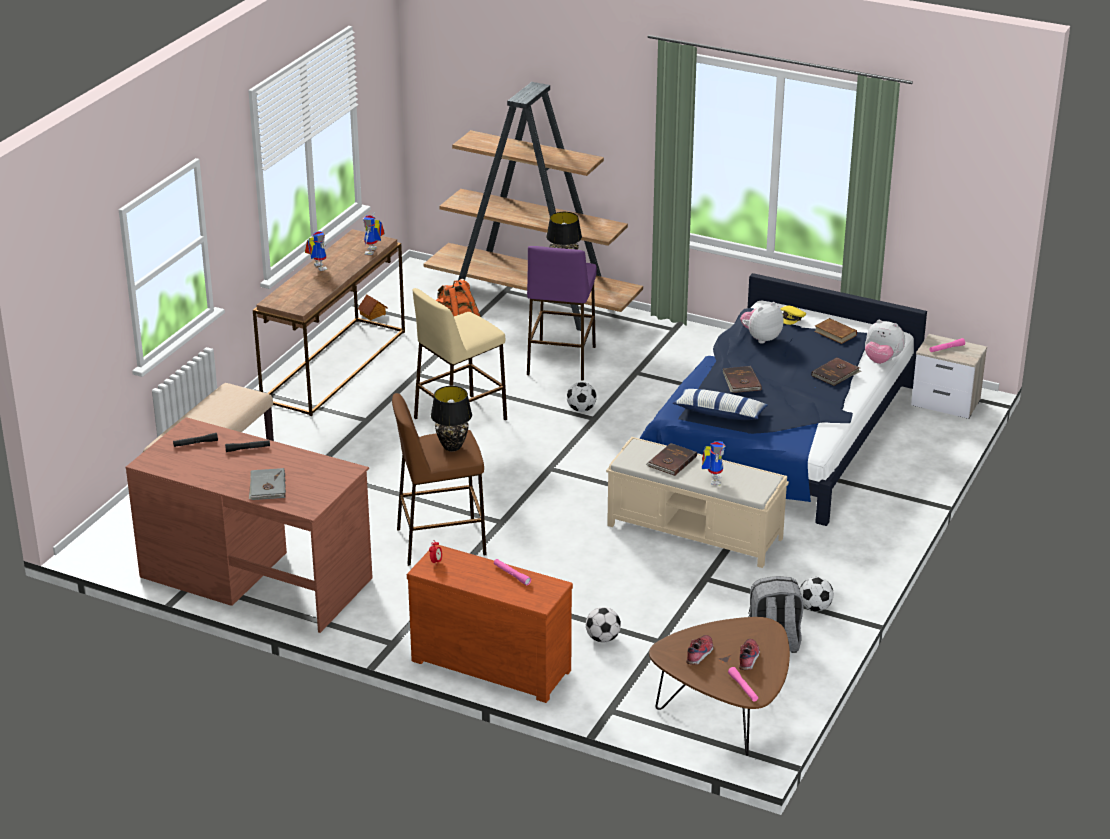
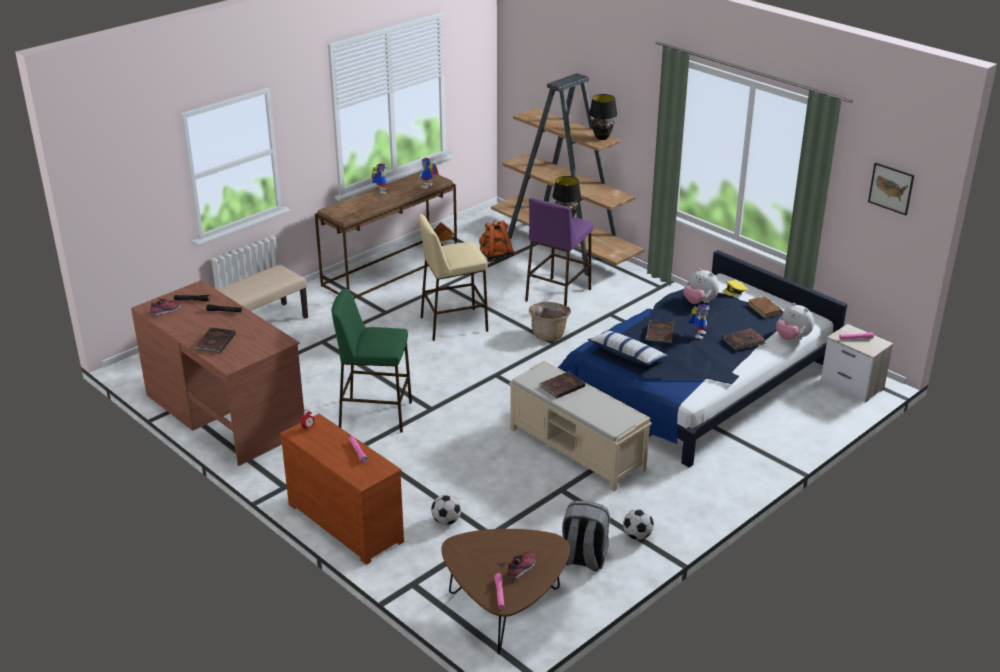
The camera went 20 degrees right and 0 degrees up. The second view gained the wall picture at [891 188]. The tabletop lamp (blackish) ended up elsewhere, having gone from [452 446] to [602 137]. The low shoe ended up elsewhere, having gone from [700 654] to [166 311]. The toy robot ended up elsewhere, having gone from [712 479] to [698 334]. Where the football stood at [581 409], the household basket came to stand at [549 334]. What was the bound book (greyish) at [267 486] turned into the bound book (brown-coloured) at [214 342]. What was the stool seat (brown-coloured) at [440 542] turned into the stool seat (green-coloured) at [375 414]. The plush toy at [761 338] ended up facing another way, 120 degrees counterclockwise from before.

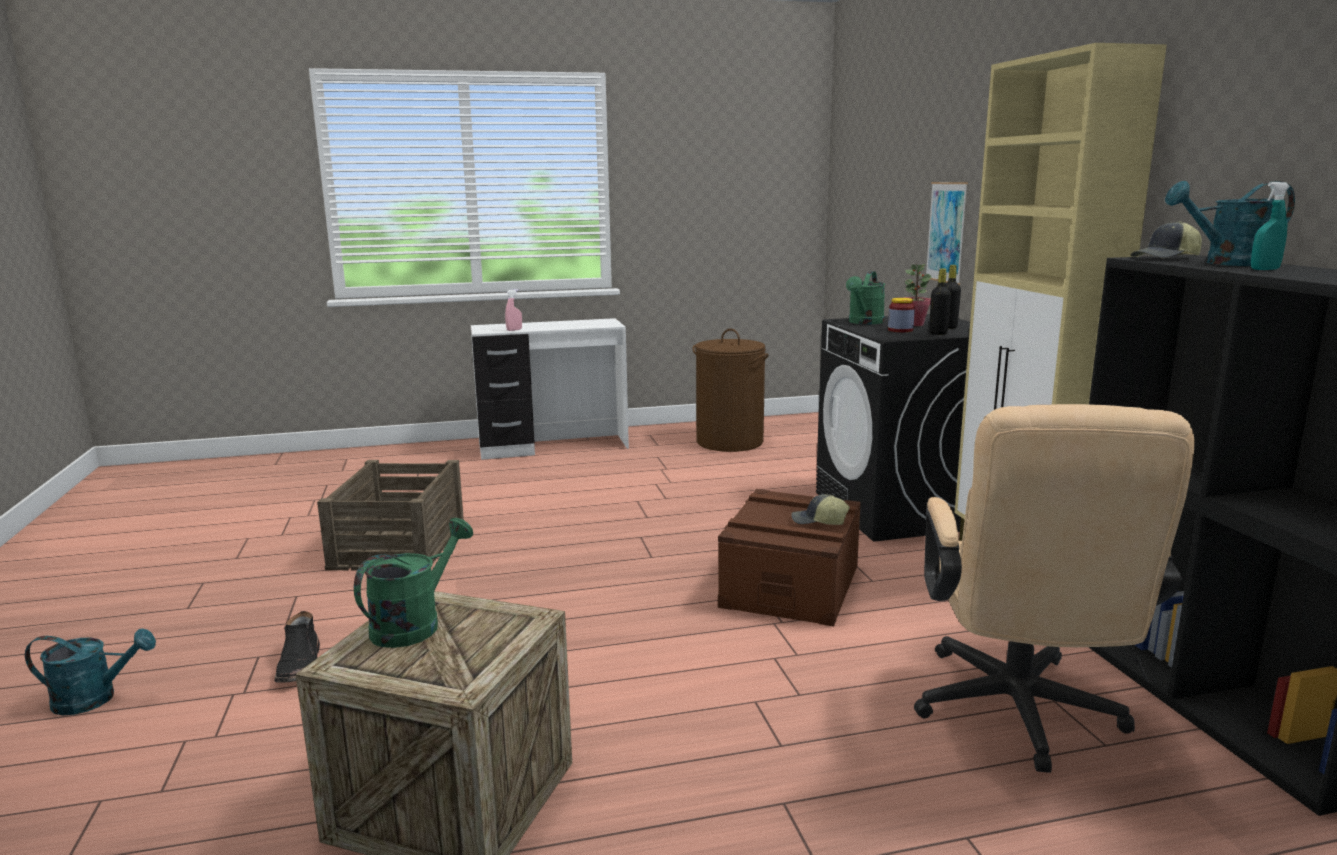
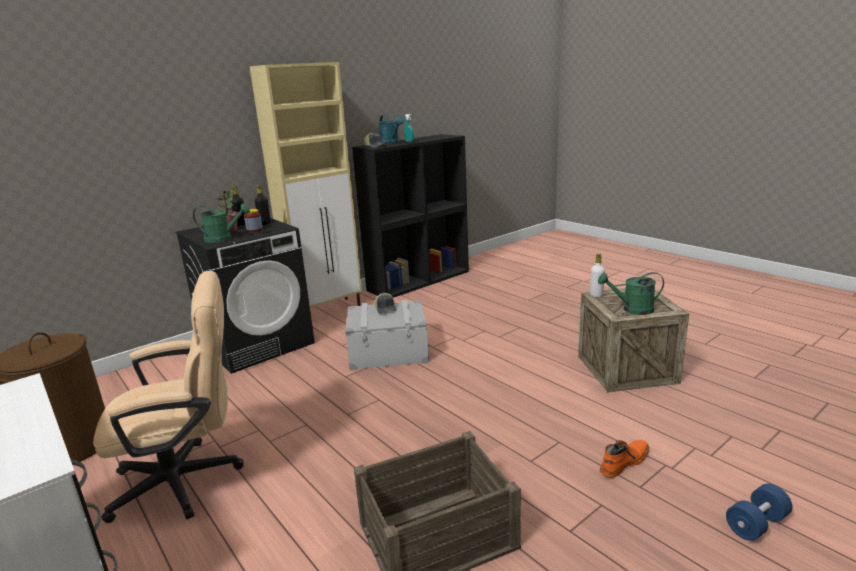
The camera went 115 degrees left and 5 degrees up. The second view lost the hand sprayer (pink-coloured) at [514 330]. The second view lost the wall picture at [946 232]. The second view gained the bottle (white) at [596 295]. The computer chair (sand-coloured) ended up elsewhere, having gone from [1019 717] to [189 479]. Where the sprinkling can (blue-green) stood at [95 699], the dumbbell (bluish) came to stand at [756 524]. What was the boot (blackish) at [300 665] turned into the boot (orange-coloured) at [623 462]. What was the storage container (brown-coloured) at [791 586] turned into the storage container (greyish) at [388 351].

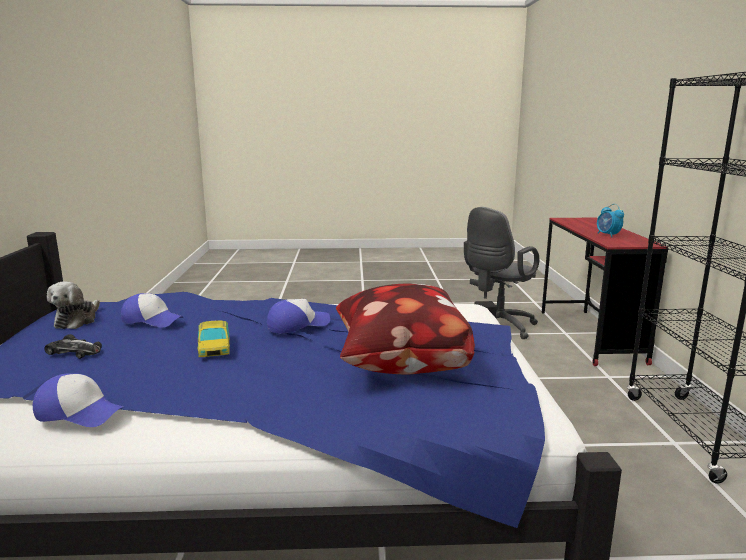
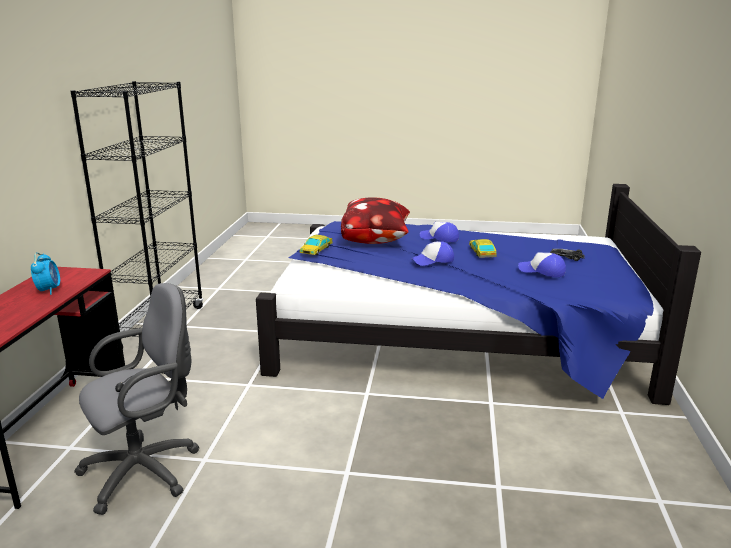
The camera went 170 degrees left and 5 degrees up. The second view lost the plush toy at [77 320]. The second view gained the toy car at [316 249]. The cap ended up elsewhere, having gone from [79 412] to [439 238].

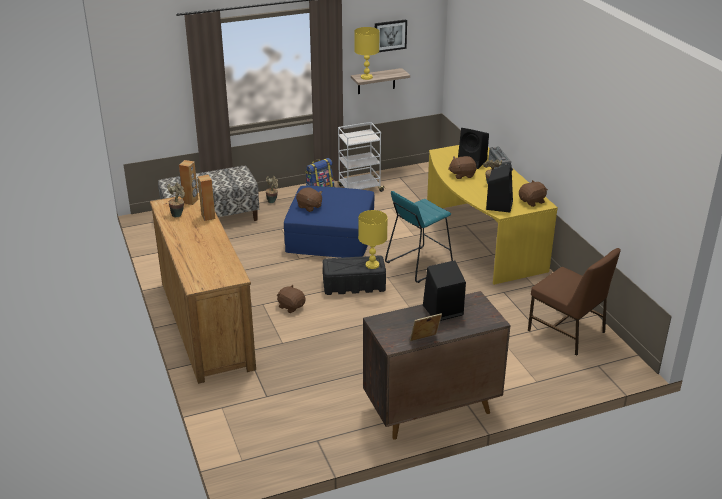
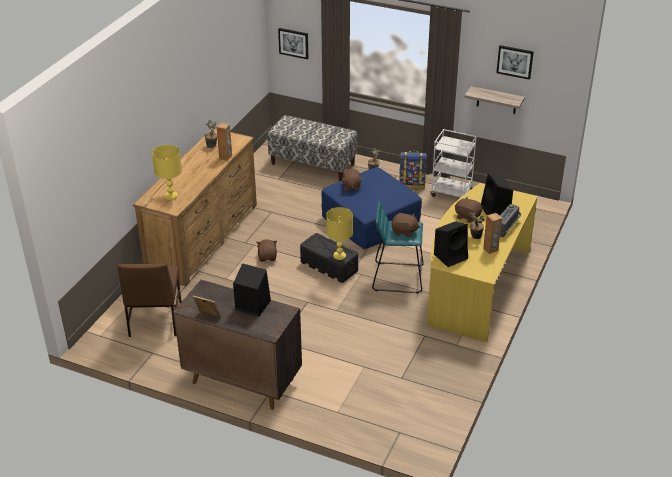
The camera went 45 degrees right and 5 degrees up. The second view gained the wall picture at [293 43]. The speaker (brown-coloured) ended up elsewhere, having gone from [191 201] to [490 249]. The tabletop lamp (yellow) ended up elsewhere, having gone from [366 77] to [171 196]. The plush toy (brown-coloured) ended up elsewhere, having gone from [532 201] to [404 231]. The plain chair (brown-coloured) ended up elsewhere, having gone from [567 332] to [154 320].

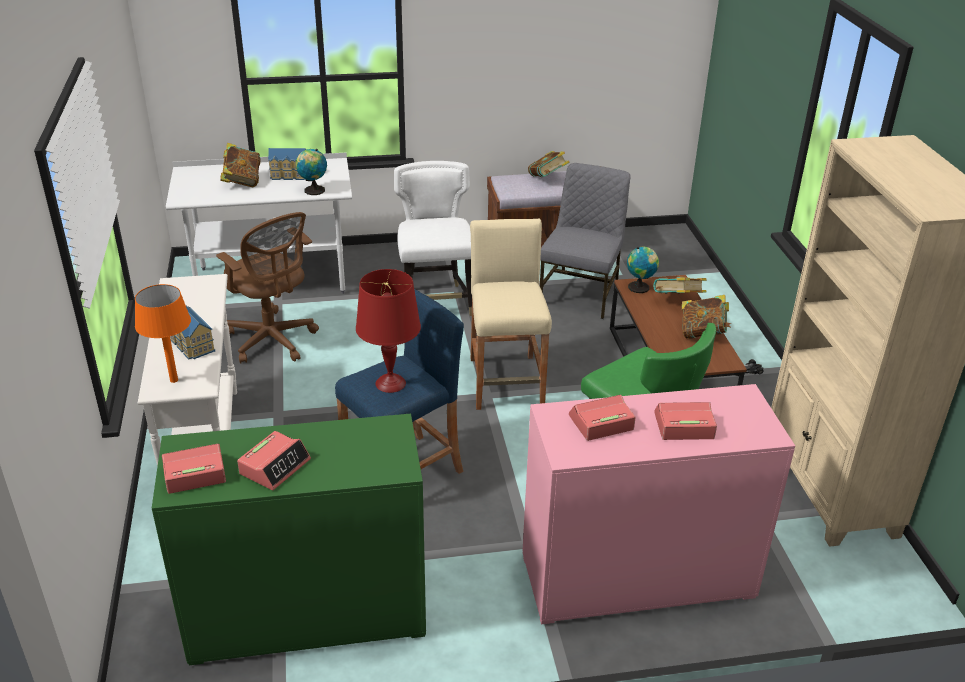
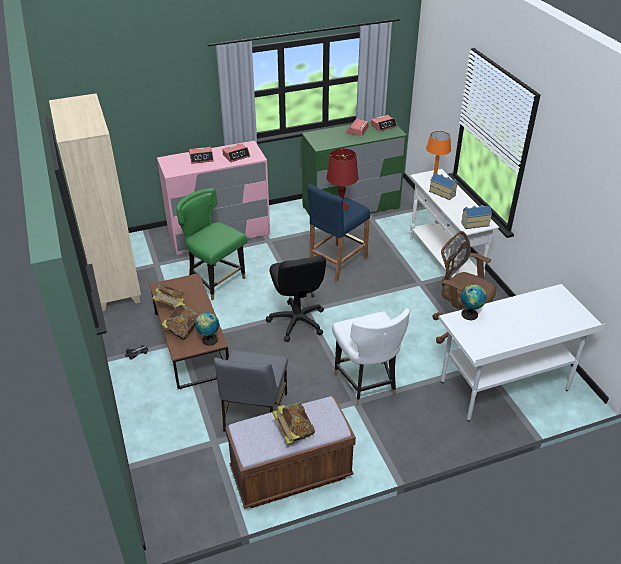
The camera went 170 degrees right and 5 degrees up. The second view lost the bound book at [242 181]. The toy house ended up elsewhere, having gone from [289 175] to [474 223]. Where the stool seat (sand-coloured) stood at [506 382], the computer chair (blackish) came to stand at [297 322].

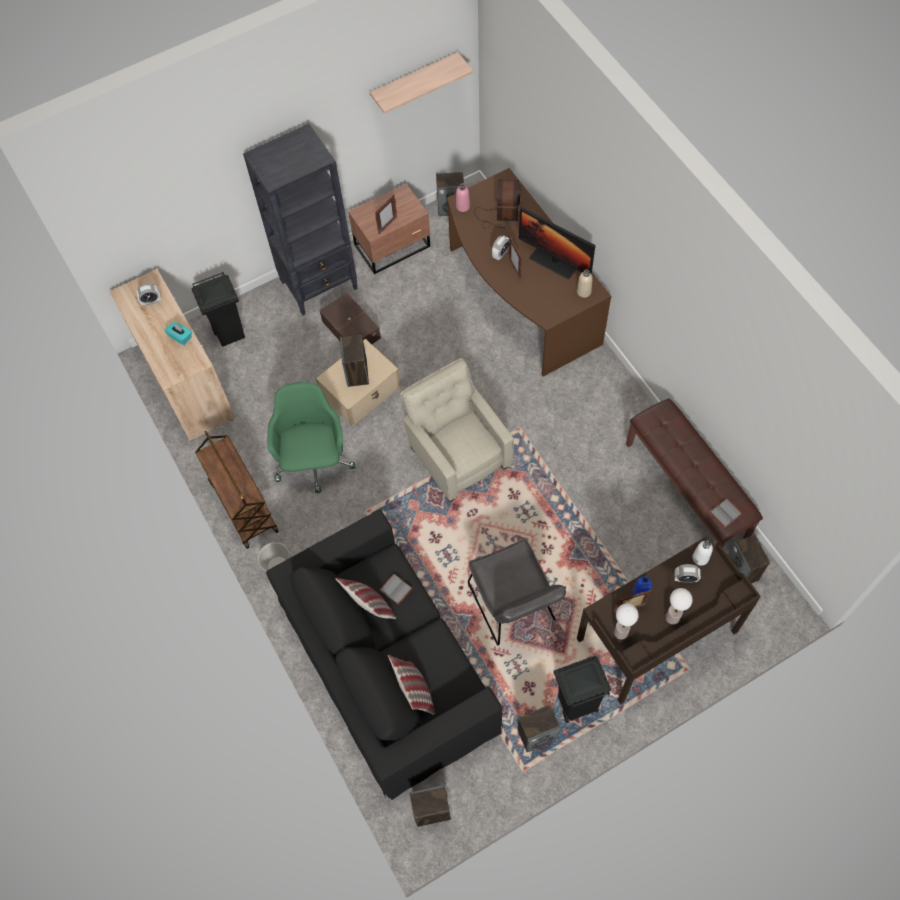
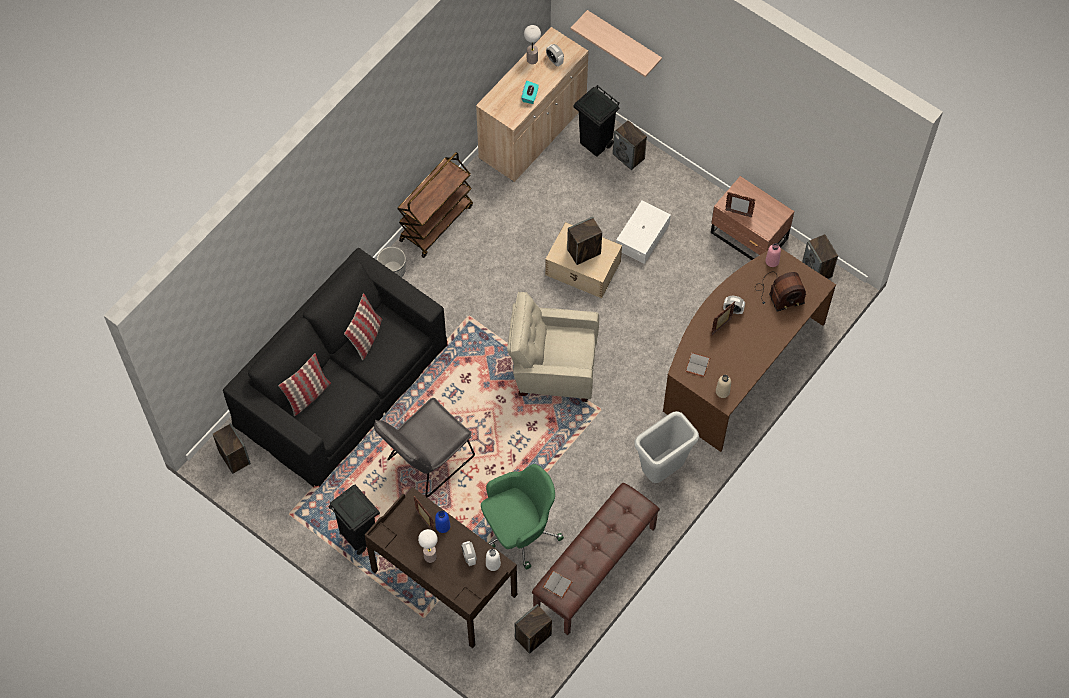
The camera went 65 degrees right and 0 degrees up. The second view lost the bookshelf (blackish) at [320 285]. The second view lost the computer display at [554 261]. The second view gained the trash can (greyish) at [662 470]. The computer chair (green-coloured) ended up elsewhere, having gone from [314 461] to [519 531]. The wall shelf ended up elsewhere, having gone from [414 82] to [624 41]. The bound book (greyish) ended up elsewhere, having gone from [396 589] to [698 365]. The speaker ended up elsewhere, having gone from [537 734] to [629 156]. The tabletop lamp ended up elsewhere, having gone from [621 632] to [532 59]. What was the storage container (brown-coloured) at [351 329] turned into the storage container (white) at [643 237]. The armchair (sand-coloured) at [458 454] ended up facing another way, 120 degrees counterclockwise from before.

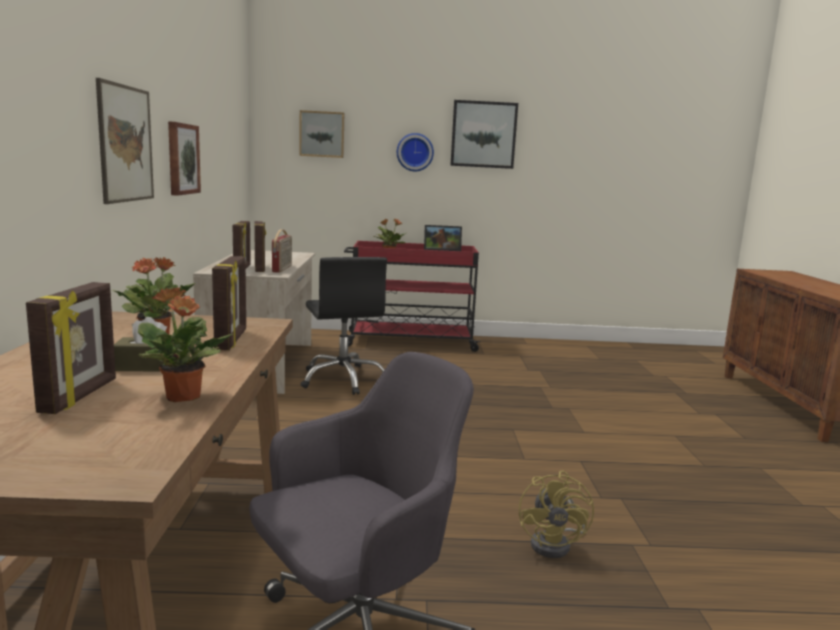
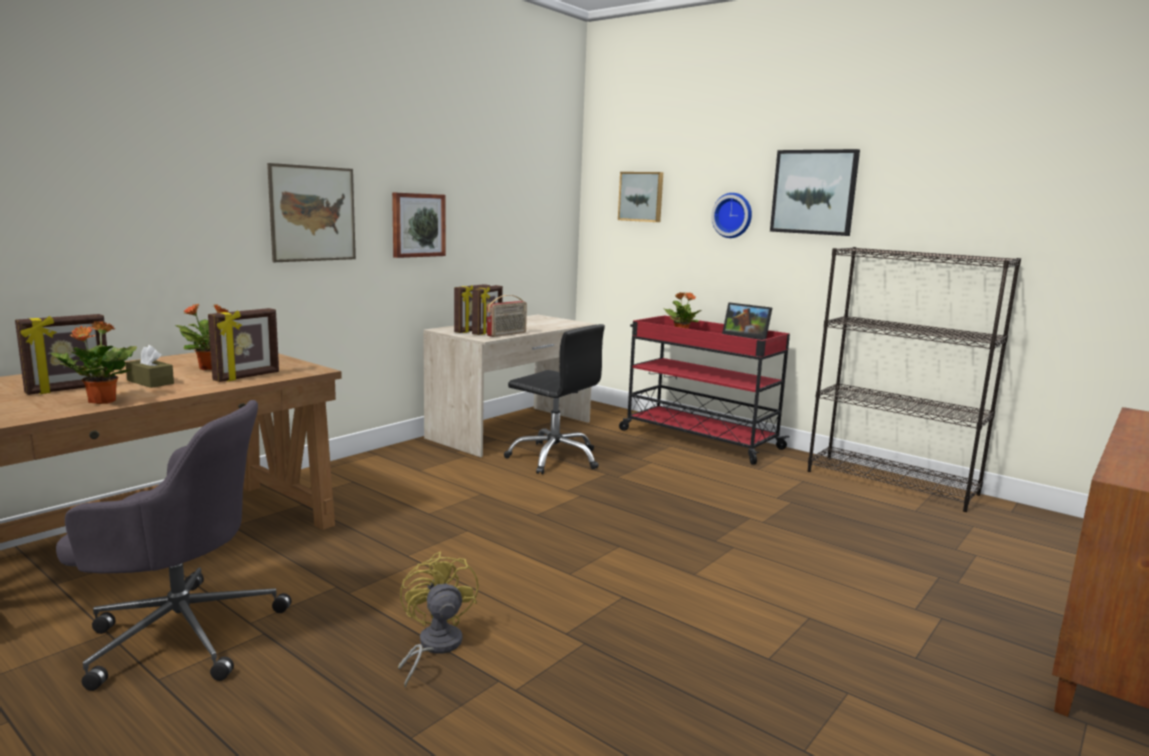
The camera went 40 degrees right and 0 degrees up. The second view gained the bookshelf (blackish) at [892 483]. The computer chair (blackish) at [343 379] ended up facing another way, 75 degrees counterclockwise from before. The cooling fan (yellow) at [556 544] ended up facing another way, 120 degrees clockwise from before.

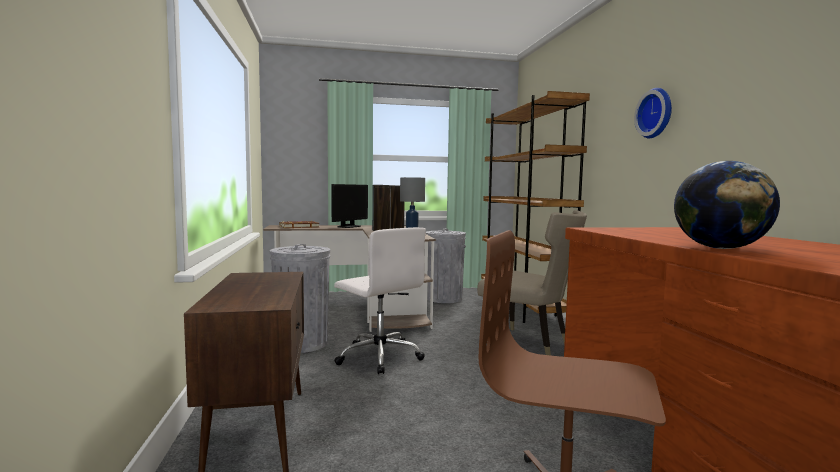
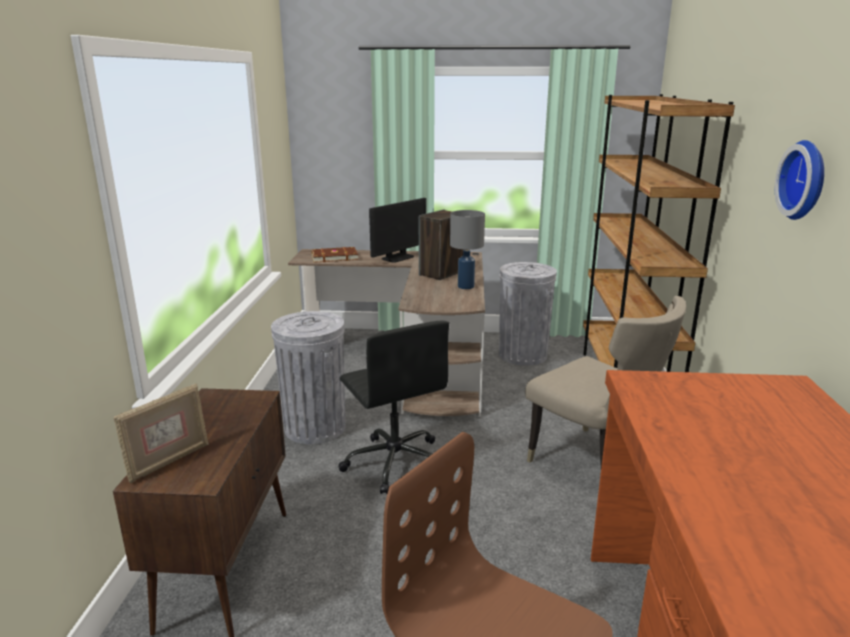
The camera went 15 degrees right and 15 degrees up. The second view lost the desk globe at [720 248]. The second view gained the photo frame at [168 461]. What was the computer chair (white) at [379 356] turned into the computer chair (blackish) at [394 462].

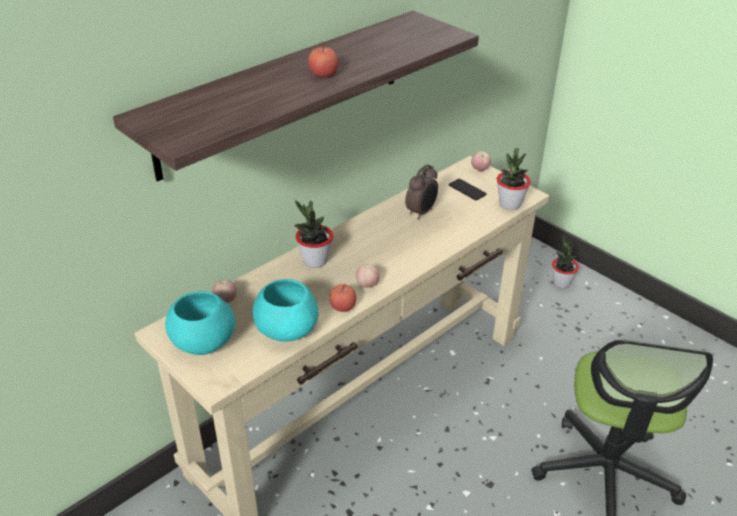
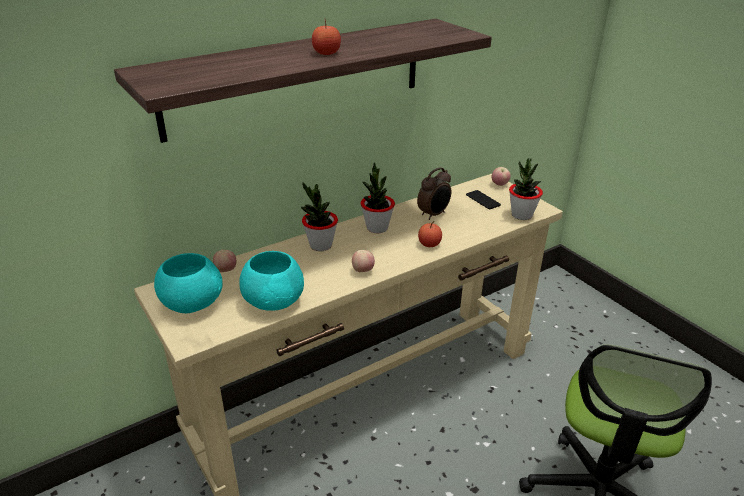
The camera went 10 degrees right and 5 degrees down. The apple ended up elsewhere, having gone from [342 307] to [429 244]. The plant in a pot ended up elsewhere, having gone from [561 282] to [377 228].

